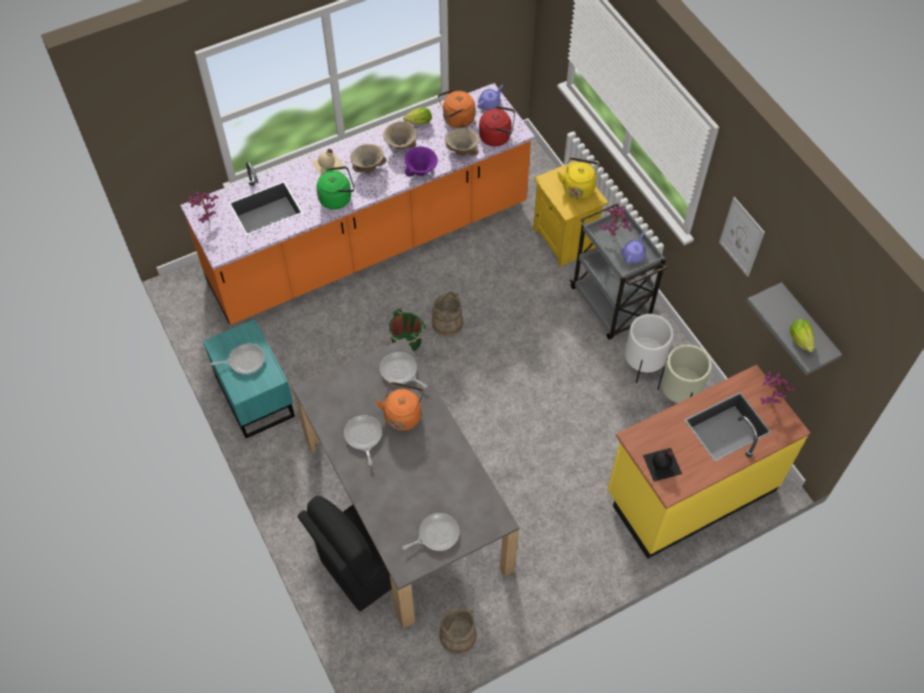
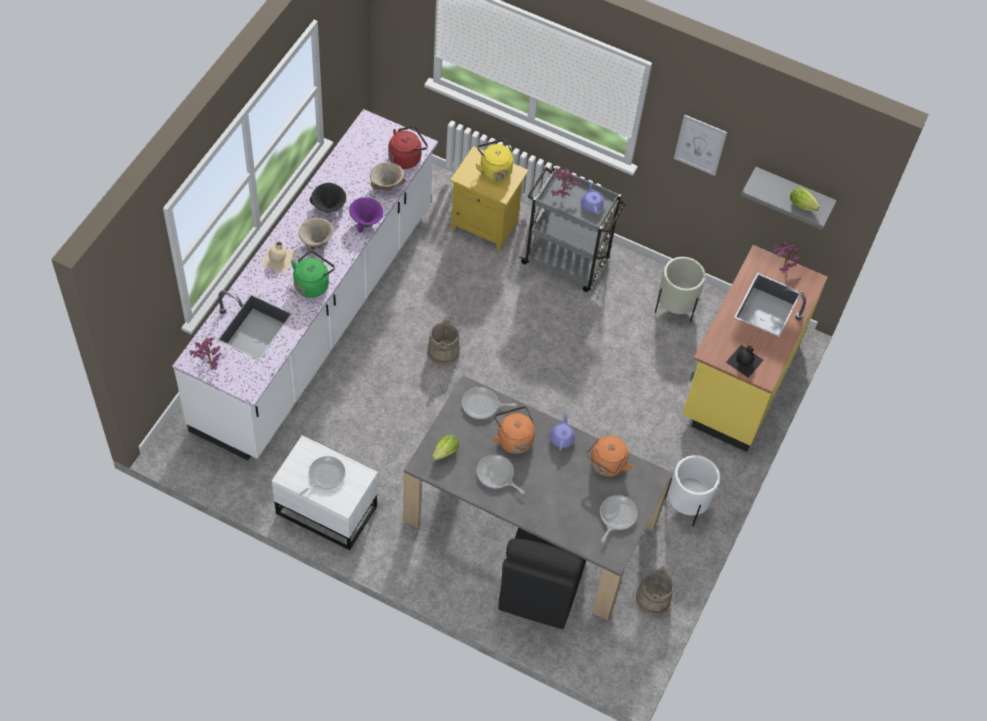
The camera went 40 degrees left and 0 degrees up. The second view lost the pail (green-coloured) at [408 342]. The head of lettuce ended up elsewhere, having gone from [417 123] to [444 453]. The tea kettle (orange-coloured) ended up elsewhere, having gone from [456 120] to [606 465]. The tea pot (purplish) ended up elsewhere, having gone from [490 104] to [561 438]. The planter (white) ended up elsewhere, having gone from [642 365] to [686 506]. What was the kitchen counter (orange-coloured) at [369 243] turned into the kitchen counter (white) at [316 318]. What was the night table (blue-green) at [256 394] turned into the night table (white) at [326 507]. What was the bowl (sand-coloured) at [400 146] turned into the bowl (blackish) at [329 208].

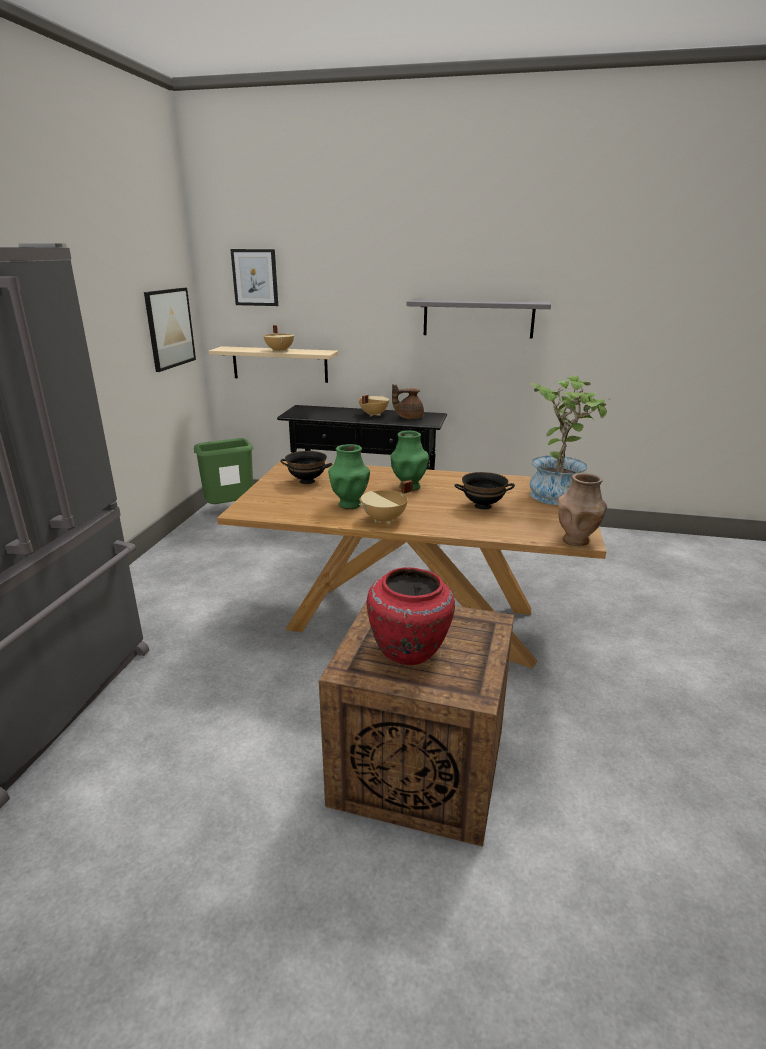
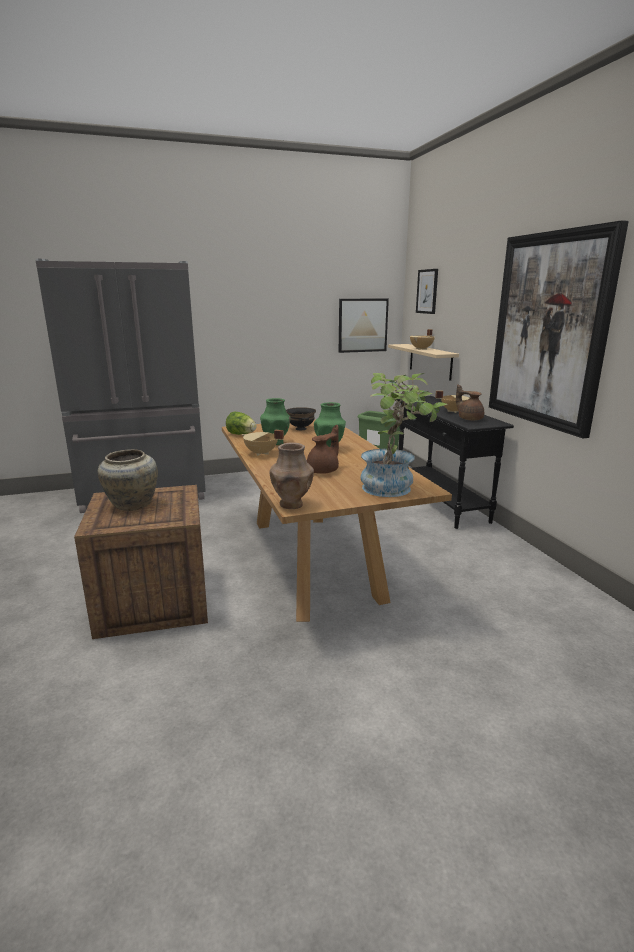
The camera went 60 degrees right and 5 degrees down. The second view gained the head of lettuce at [241 434]. Where the wall shelf (greyish) hung at [478 318], the wall picture came to hang at [548 331]. Where the bowl (blackish) stood at [483 506], the tea pot (brown-coloured) came to stand at [324 471]. What was the vase (red) at [409 652] turned into the vase (sand-coloured) at [131 505].

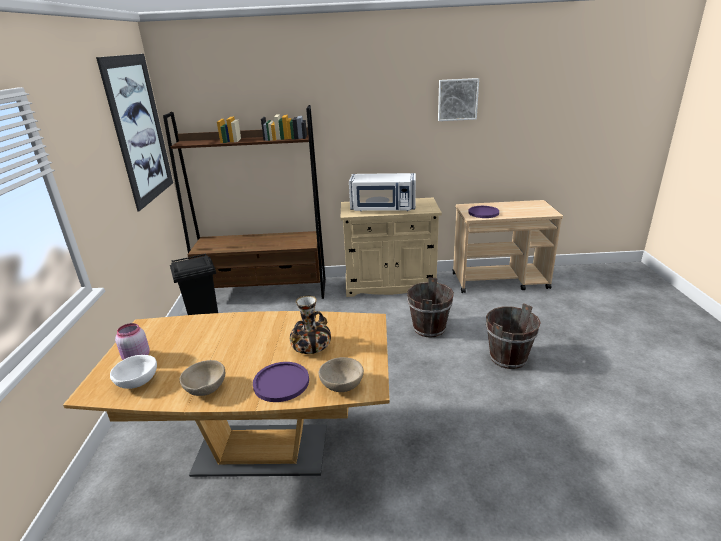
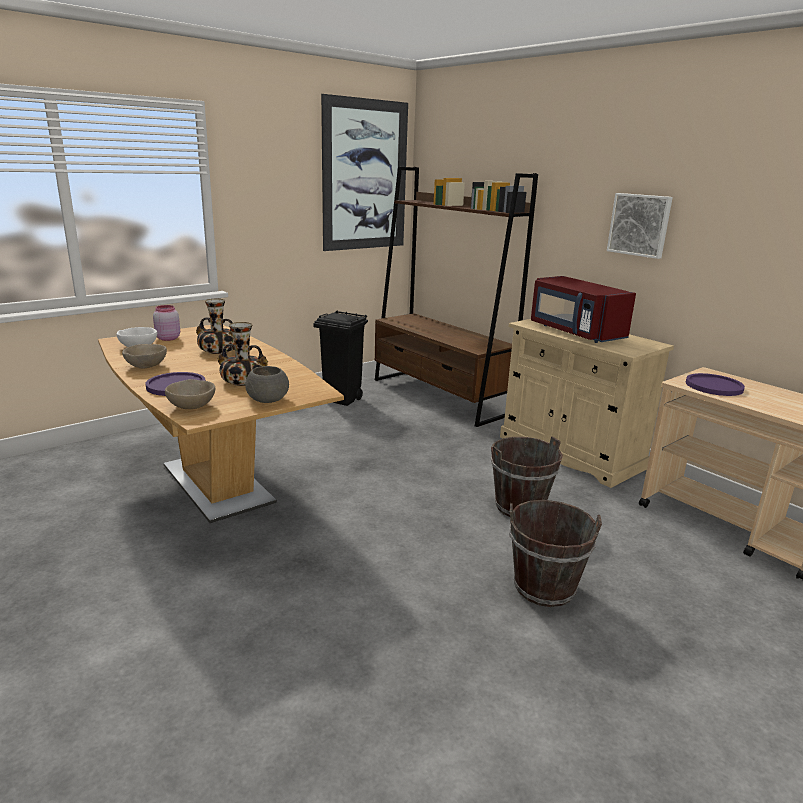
The camera went 50 degrees right and 5 degrees down. The second view gained the vase at [218 351]. The second view gained the bowl (greyish) at [267 400]. The wall picture ended up elsewhere, having gone from [457 99] to [640 225]. What was the microwave (white) at [383 208] turned into the microwave (red) at [574 332].

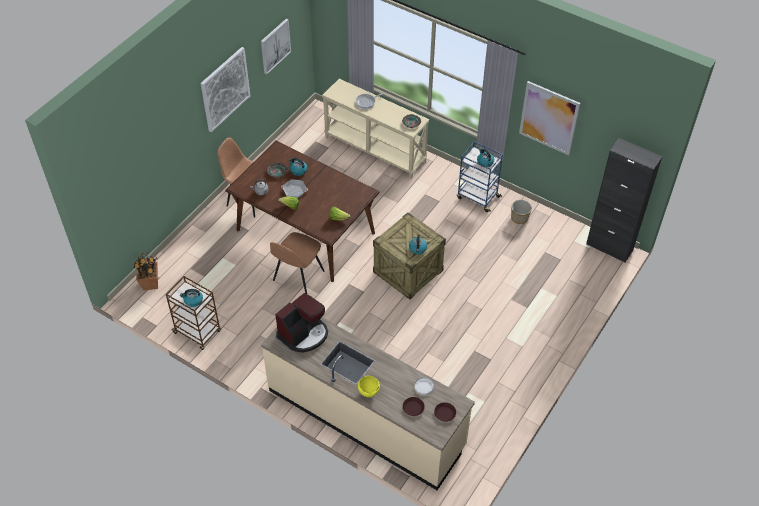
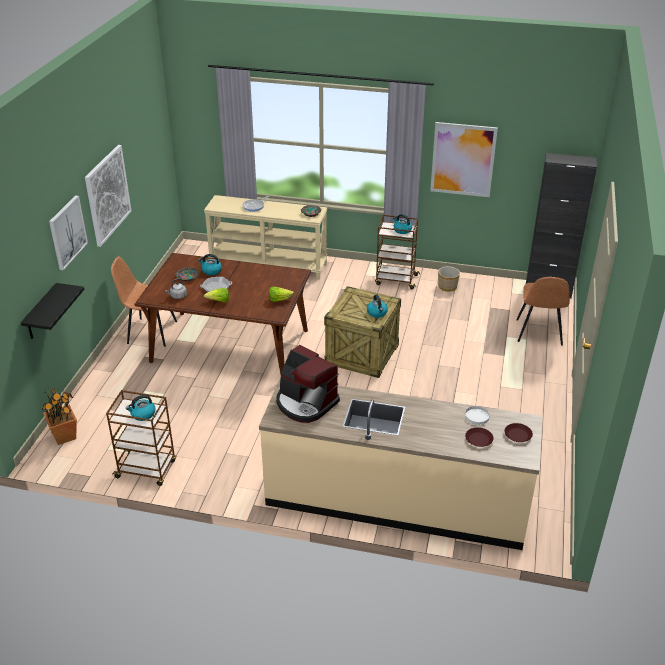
The camera went 20 degrees left and 15 degrees down. The second view lost the bowl (yellow) at [369 392]. The second view gained the wall shelf (blackish) at [41 313]. The wall picture ended up elsewhere, having gone from [275 46] to [67 232]. The plain chair (brown-coloured) ended up elsewhere, having gone from [298 276] to [538 333]. What was the cart (bluish) at [477 197] turned into the cart (brown-coloured) at [395 280]. The coffee maker at [304 334] ended up facing another way, 105 degrees clockwise from before.

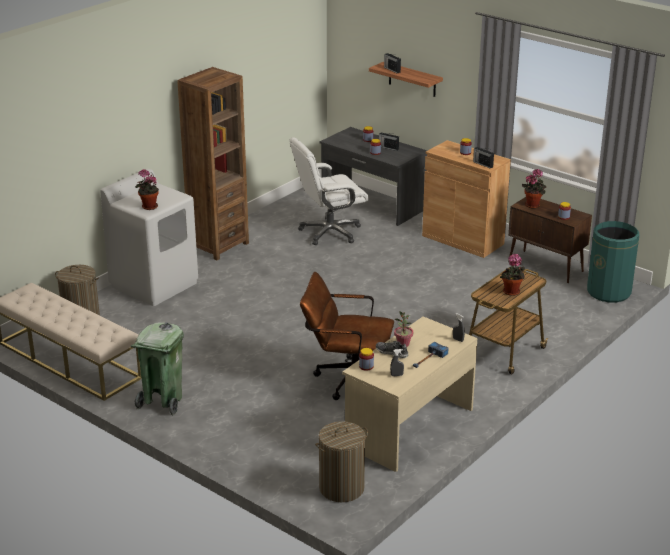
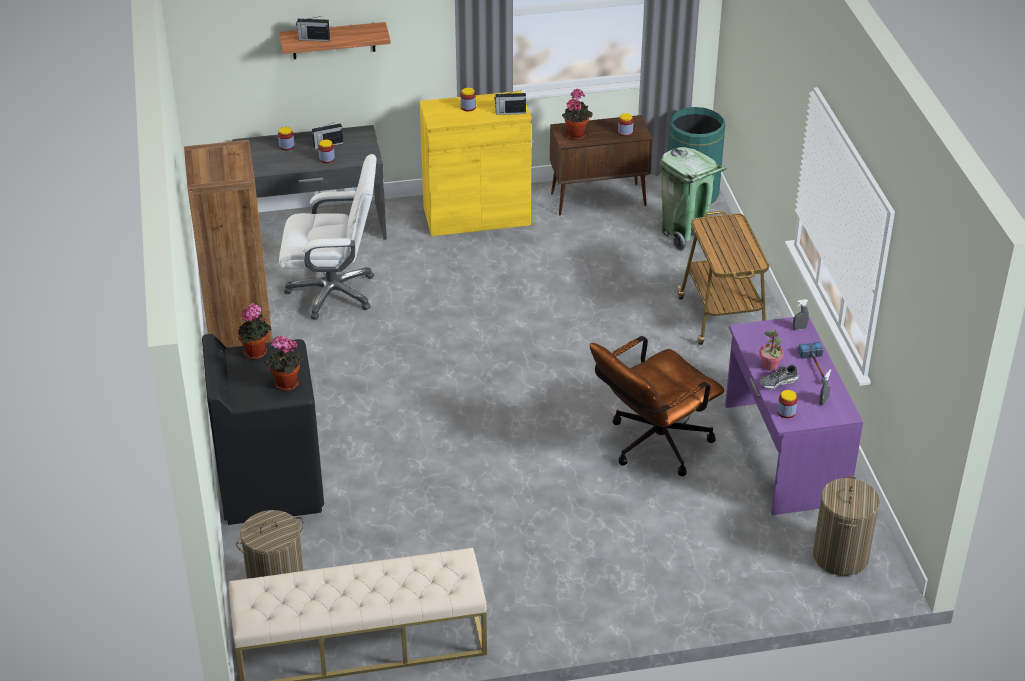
The camera went 50 degrees left and 10 degrees up. The trash can (green-coloured) ended up elsewhere, having gone from [162 401] to [685 233]. The plant in a pot ended up elsewhere, having gone from [511 292] to [257 353]. What was the laundry machine (white) at [154 284] turned into the laundry machine (blackish) at [270 486]. What was the desk unit (sand-coloured) at [408 427] turned into the desk unit (purplish) at [783 453]. What was the cabinet (brown-coloured) at [462 240] turned into the cabinet (yellow) at [476 216]. The computer chair (white) at [329 232] ended up facing another way, 105 degrees counterclockwise from before.

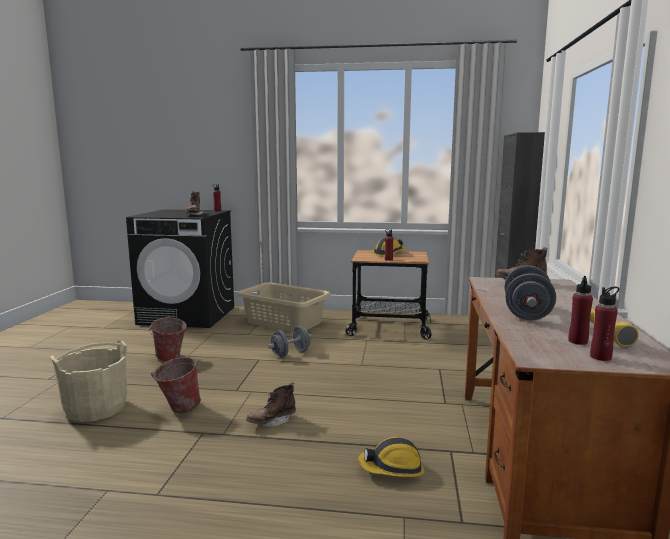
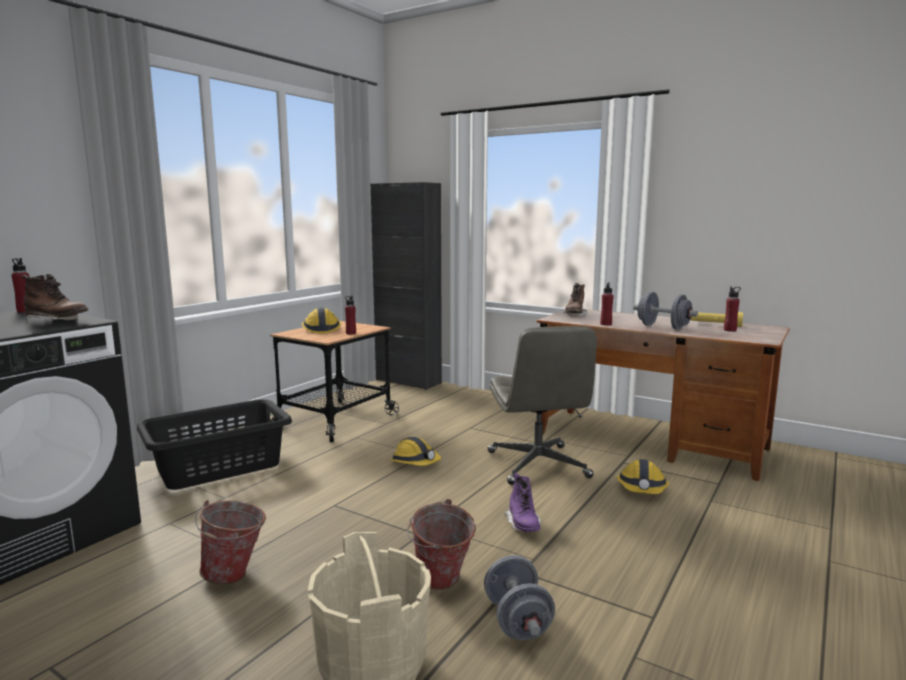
The camera went 65 degrees left and 0 degrees up. The second view gained the safety helmet at [415 463]. The second view gained the computer chair (greyish) at [538 465]. The dumbbell (greyish) ended up elsewhere, having gone from [290 354] to [517 621]. The bottle (red) ended up elsewhere, having gone from [600 357] to [606 324]. What was the washing basket (sand-coloured) at [284 322] turned into the washing basket (blackish) at [218 466]. What was the boot (brown-coloured) at [272 422] turned into the boot (purplish) at [523 525].

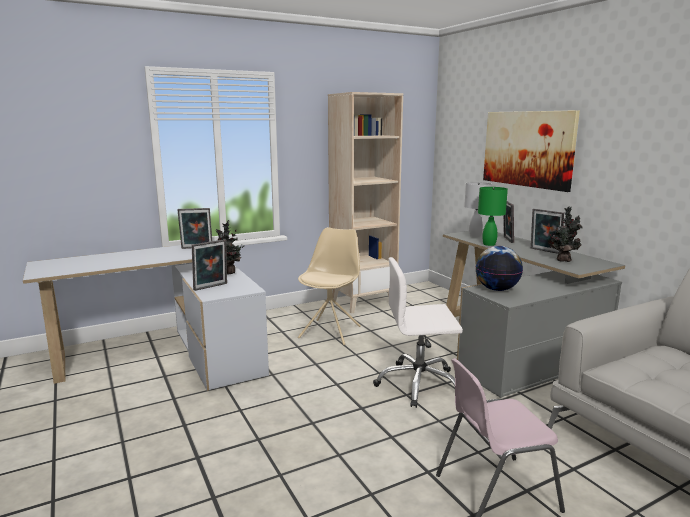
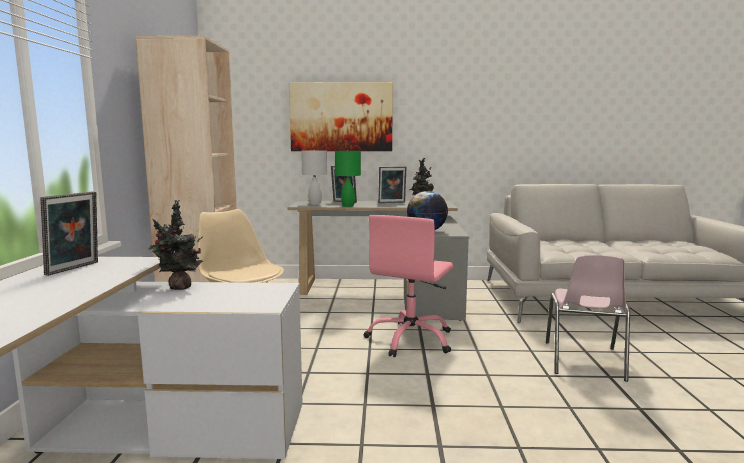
The camera went 60 degrees left and 5 degrees down. The second view lost the photo frame at [211 287]. What was the computer chair (white) at [418 384] turned into the computer chair (pink-coloured) at [411 339].

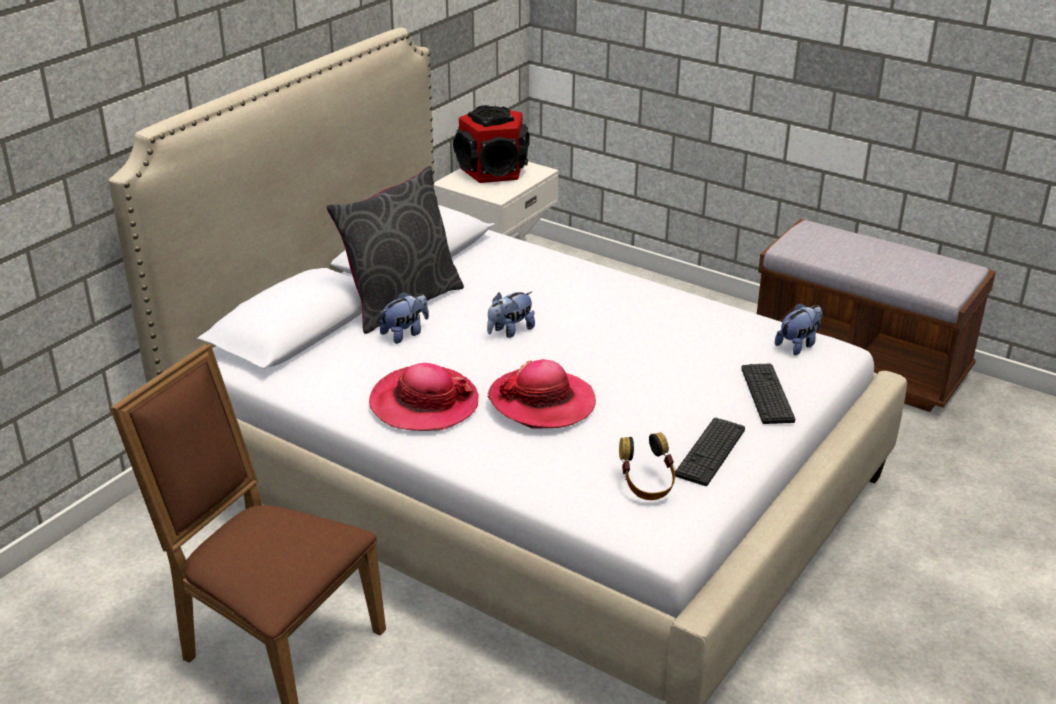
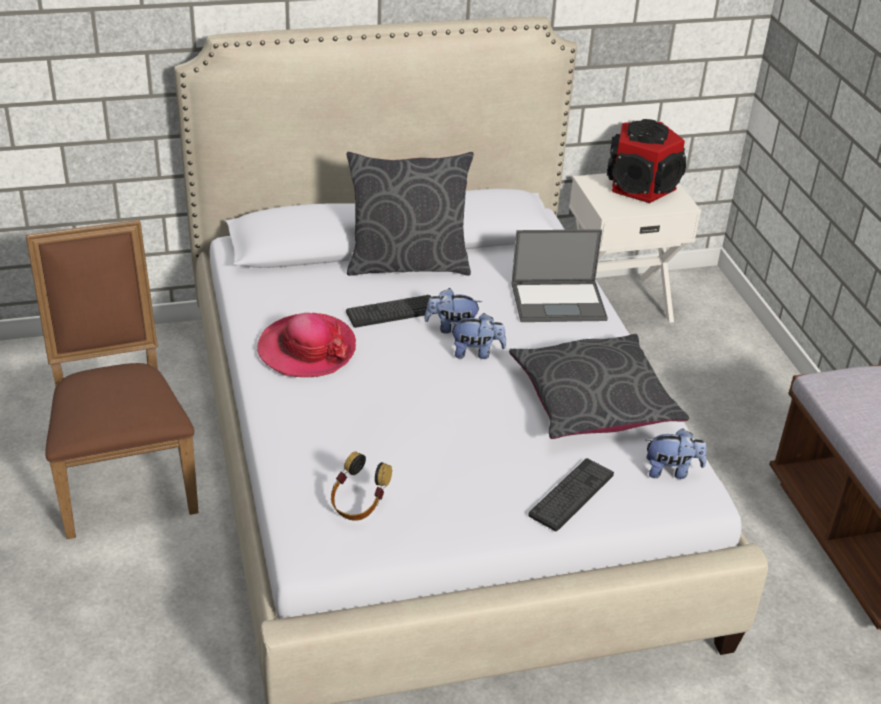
The camera went 40 degrees right and 5 degrees up. The second view lost the hat at [542 402]. The second view gained the cushion (greyish) at [593 401]. The second view gained the notebook computer at [559 301]. The plush toy ended up elsewhere, having gone from [405 334] to [476 353]. The PC keyboard ended up elsewhere, having gone from [710 452] to [392 312].

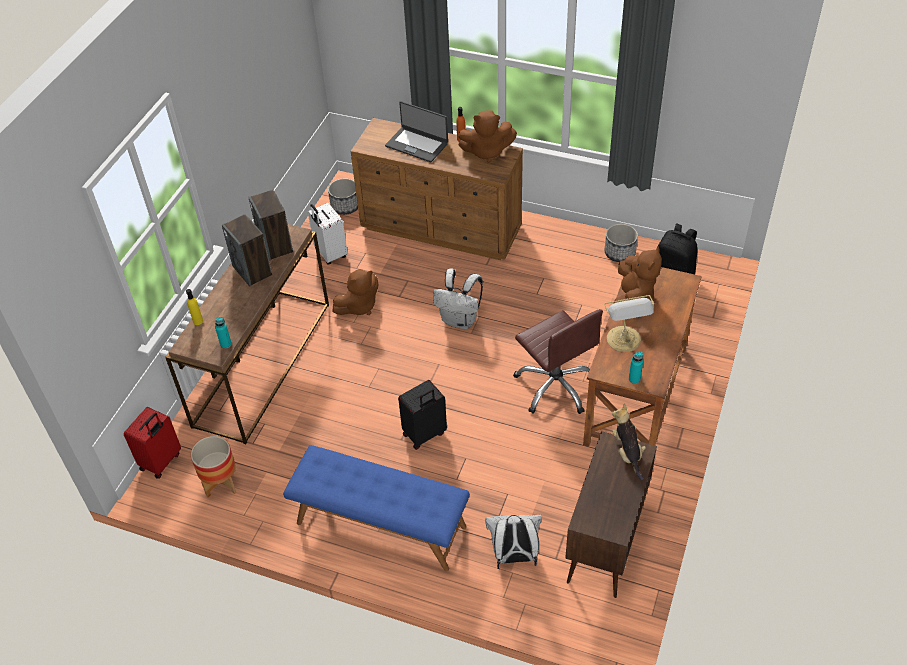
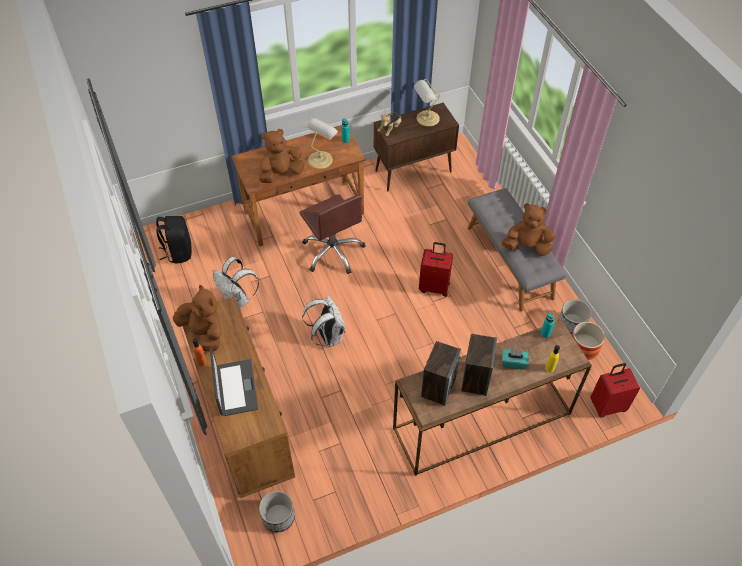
The camera went 135 degrees left and 5 degrees up. The second view lost the travel case (white) at [330 254]. The second view gained the tabletop lamp at [426 118]. The second view gained the tissue holder (blue-green) at [513 363]. The plush toy (brown-coloured) ended up elsewhere, having gone from [359 306] to [527 246]. The knapsack (white) ended up elsewhere, having gone from [514 557] to [238 299]. The planter ended up elsewhere, having gone from [619 253] to [572 324]. What was the bench (bluish) at [380 525] turned into the bench (greyish) at [510 262]. What was the travel case (blackish) at [425 434] turned into the travel case (red) at [434 287]. The computer chair (brown-coloured) at [555 385] ended up facing another way, 135 degrees clockwise from before.

